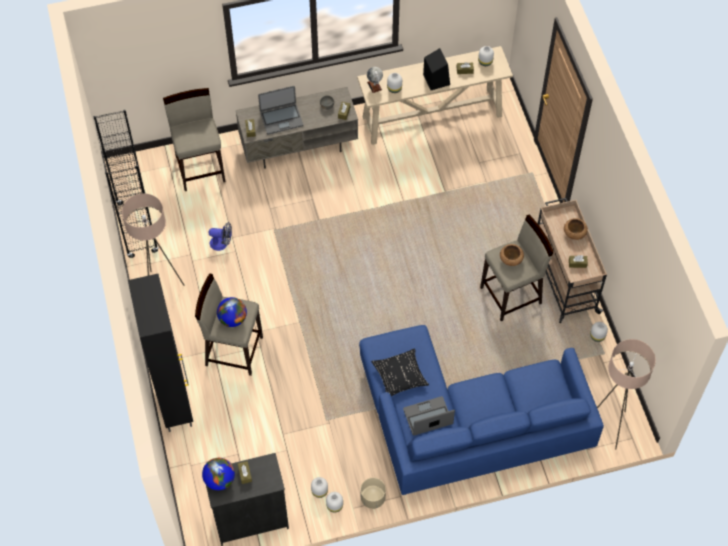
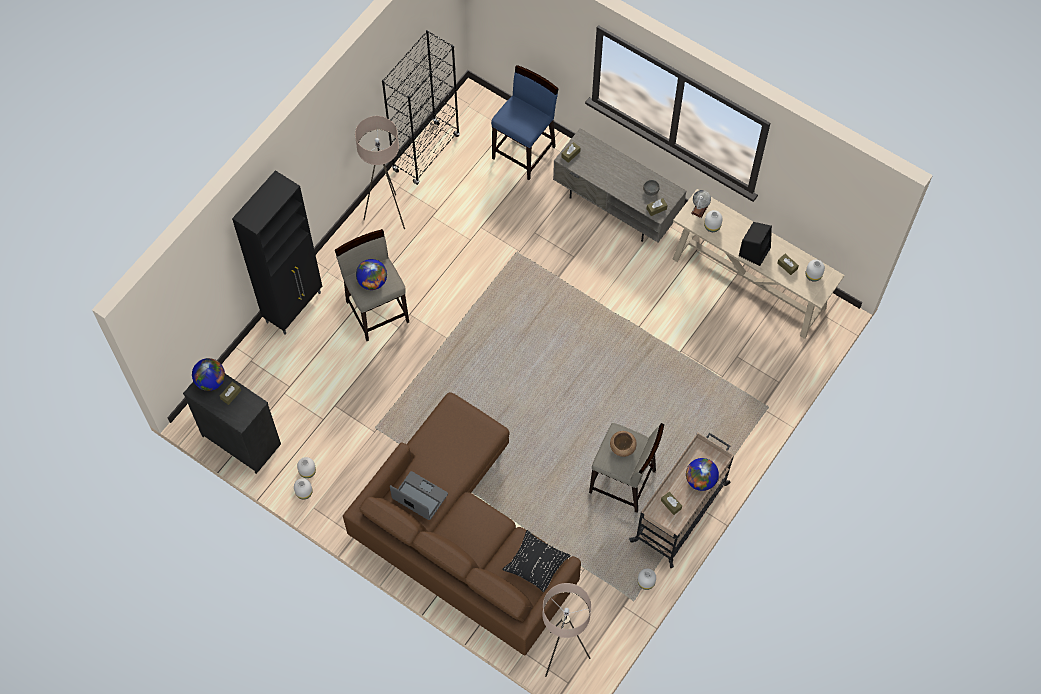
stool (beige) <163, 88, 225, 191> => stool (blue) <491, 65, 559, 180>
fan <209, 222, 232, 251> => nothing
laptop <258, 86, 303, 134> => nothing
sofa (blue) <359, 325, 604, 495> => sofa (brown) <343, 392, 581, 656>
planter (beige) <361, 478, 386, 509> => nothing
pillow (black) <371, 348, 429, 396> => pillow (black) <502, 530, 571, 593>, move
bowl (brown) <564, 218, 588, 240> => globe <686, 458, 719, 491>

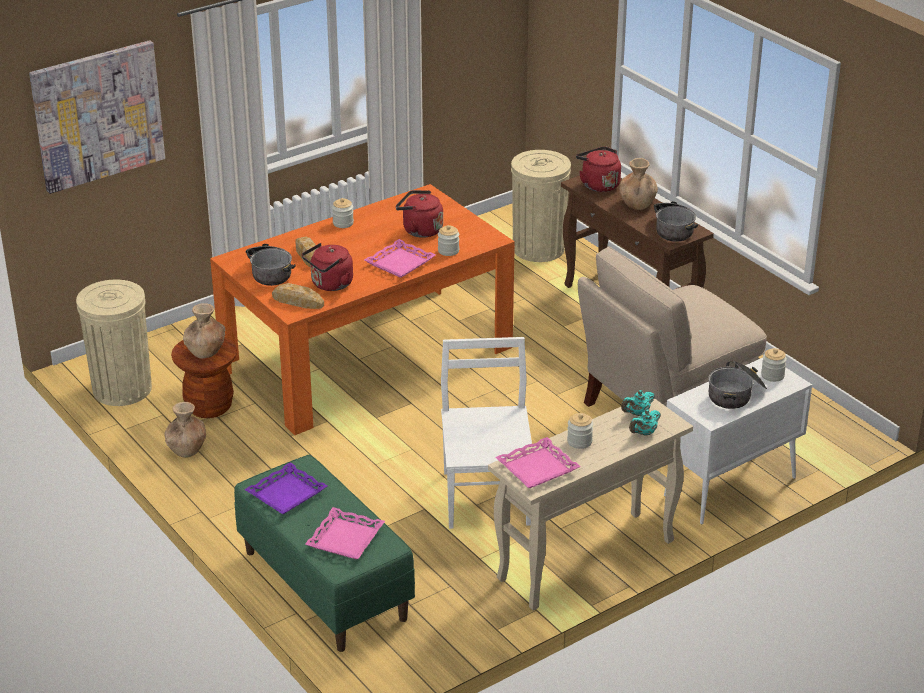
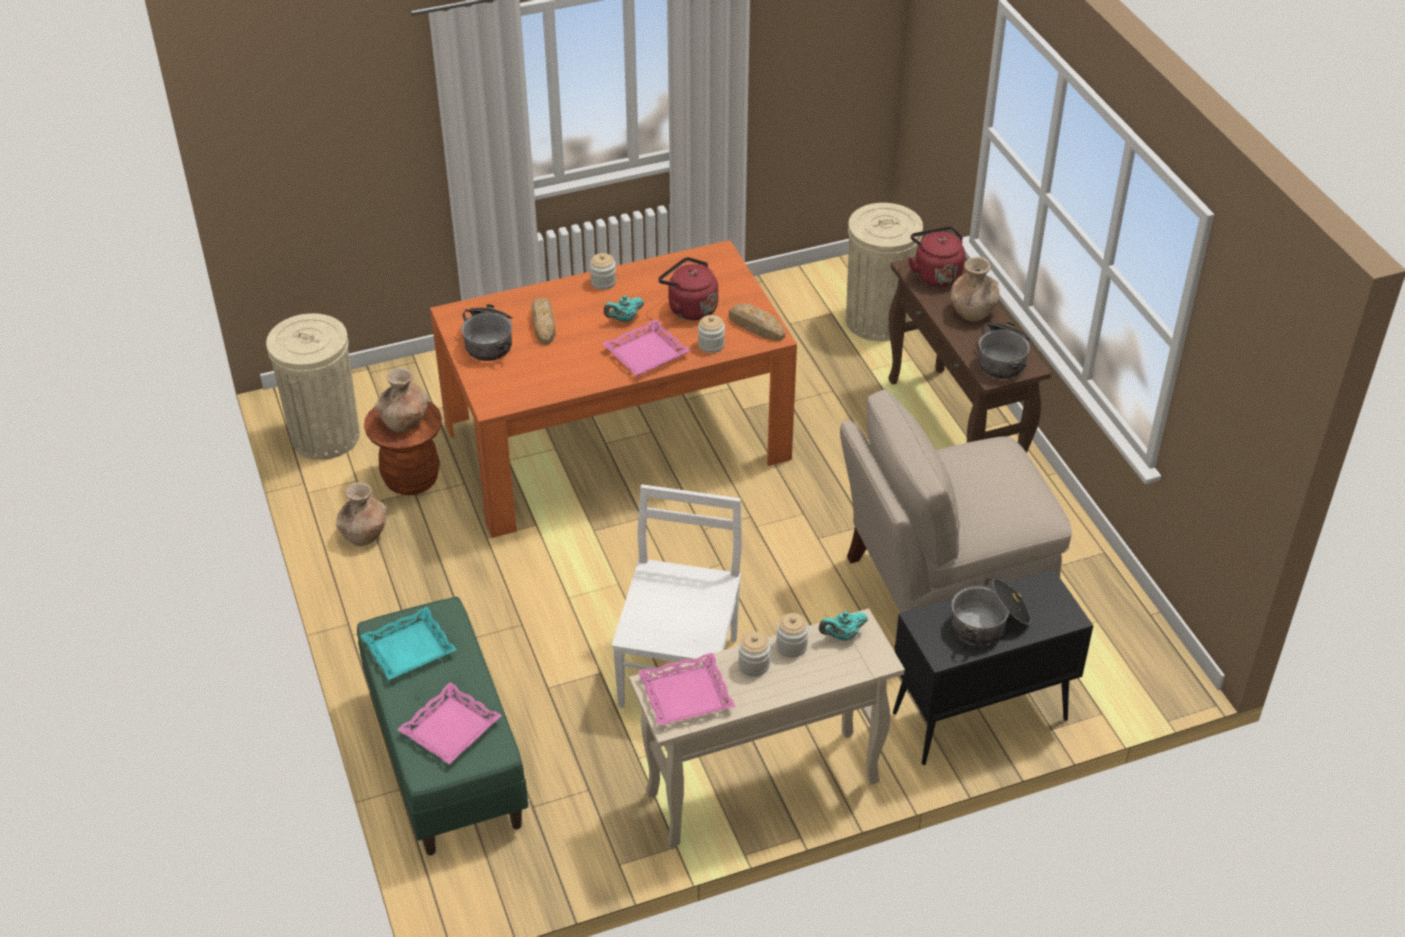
picture <29, 40, 165, 194> => nothing
tray (purple) <244, 462, 327, 514> => tray (turquoise) <360, 607, 456, 680>
bread <272, 283, 324, 309> => bread <729, 304, 785, 341>, move
kettle (red) <302, 243, 353, 291> => nothing
teapot (turquoise) <629, 410, 661, 436> => teapot (turquoise) <604, 296, 644, 322>, move
cabinet (white) <664, 358, 812, 525> => cabinet (black) <893, 569, 1094, 765>
jar <761, 348, 787, 382> => jar <776, 613, 809, 657>, move

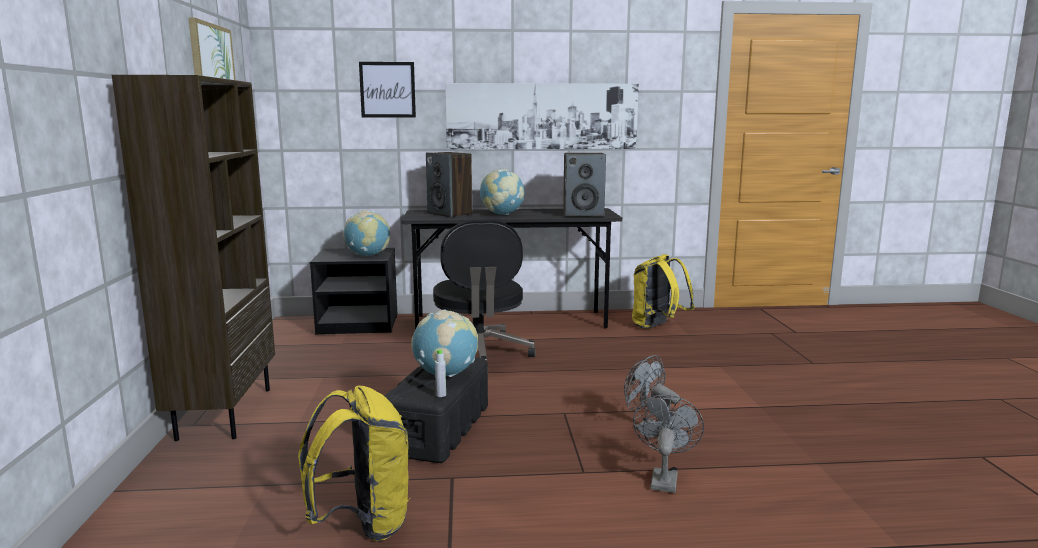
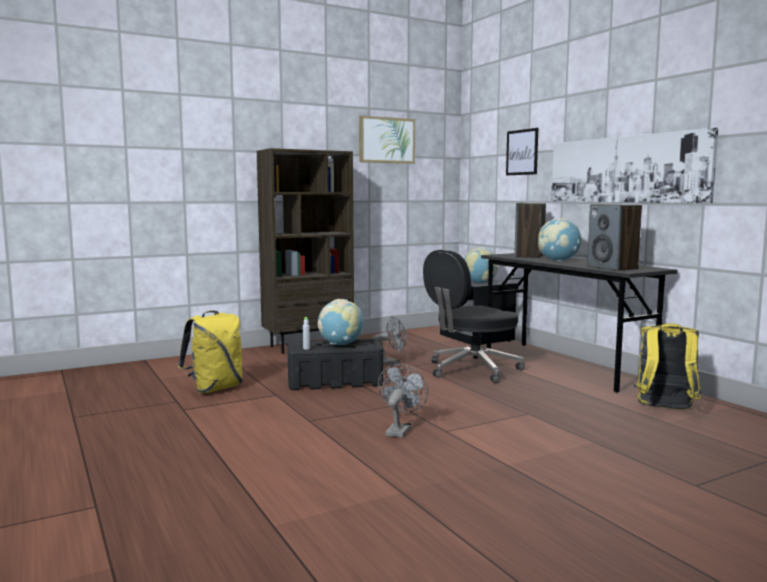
fan (grey) <633, 395, 704, 493> => fan (grey) <372, 316, 406, 365>, move

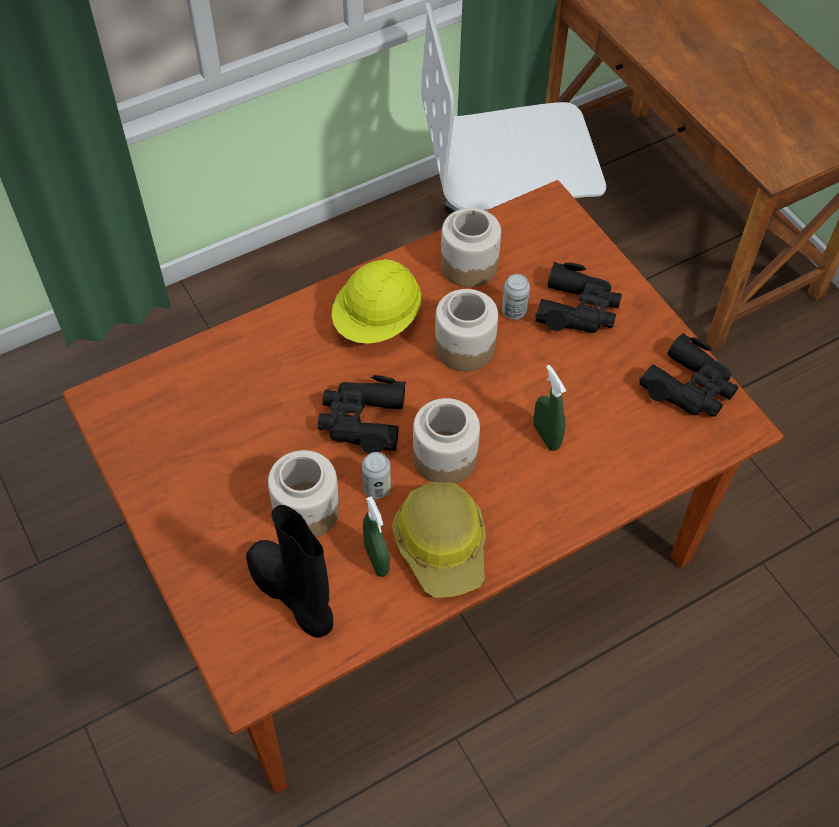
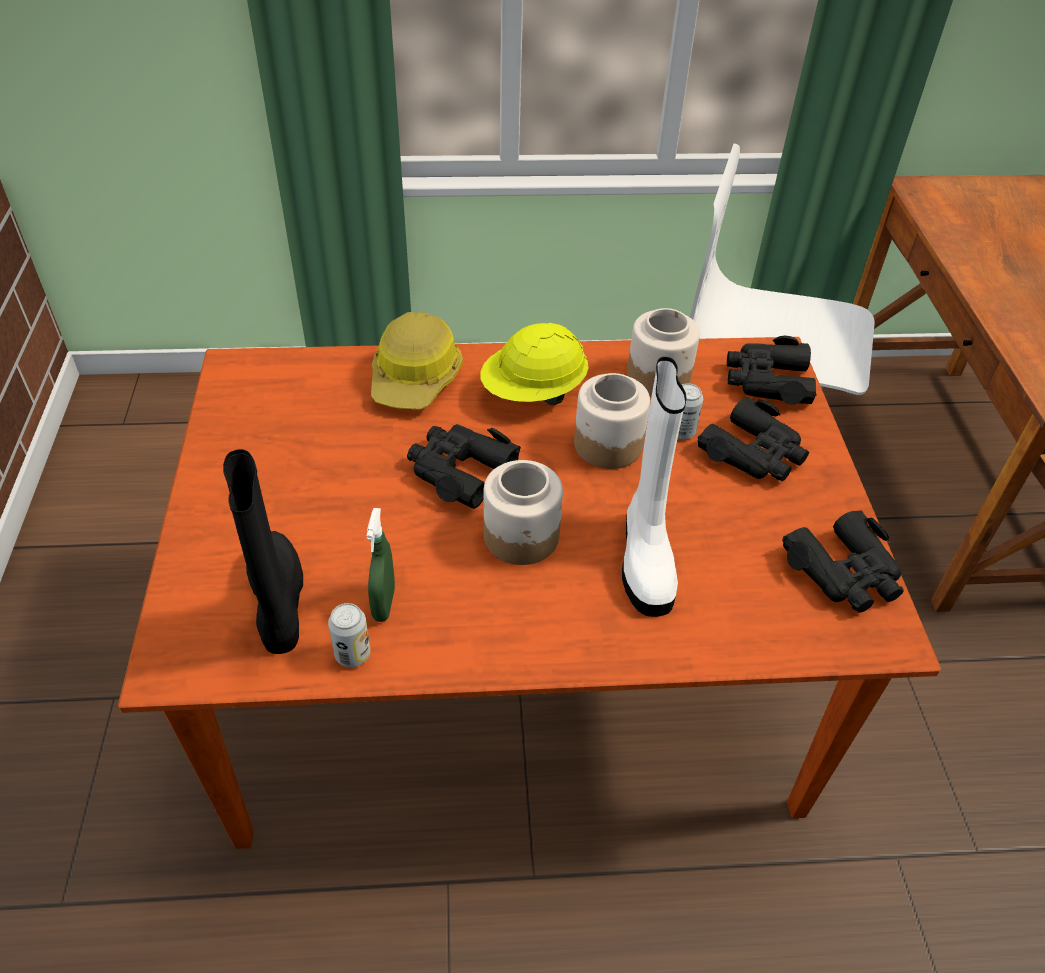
jar <268, 450, 340, 537> => nothing
can <362, 452, 391, 499> => can <328, 603, 371, 667>, move
hard hat <392, 482, 486, 598> => hard hat <371, 312, 463, 410>, move
spray bottle (green) <534, 365, 566, 451> => boot (white) <622, 357, 687, 617>
nothing => binoculars (black) <727, 336, 817, 405>

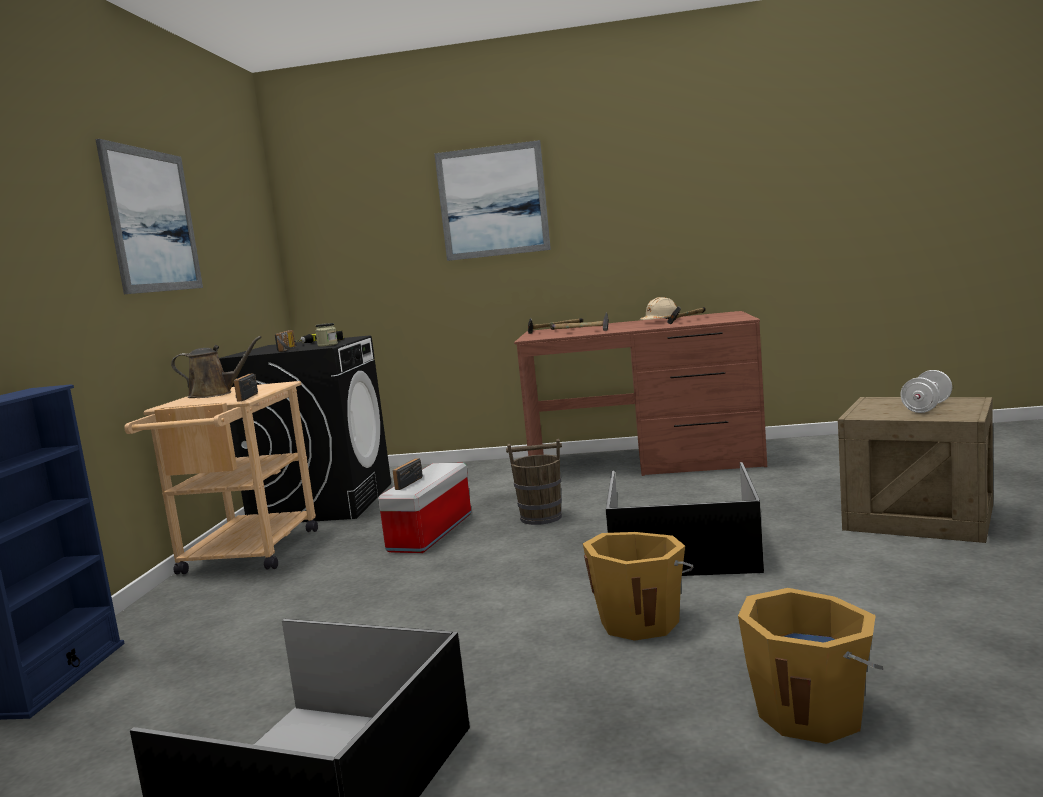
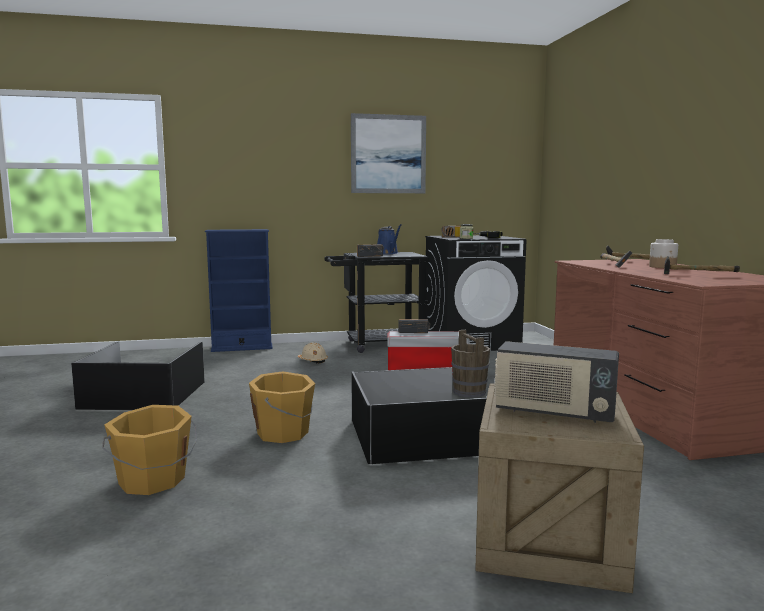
cart (beige) <124, 381, 318, 575> => cart (black) <324, 252, 429, 353>
watering can (brown) <171, 336, 262, 398> => watering can (blue) <377, 224, 401, 254>
picture <434, 140, 551, 261> => nothing
hard hat (beige) <640, 297, 677, 320> => hard hat (beige) <298, 343, 328, 363>, move
dumbbell (white) <900, 370, 952, 413> => radio <494, 341, 619, 423>
nothing => jar <649, 239, 678, 268>

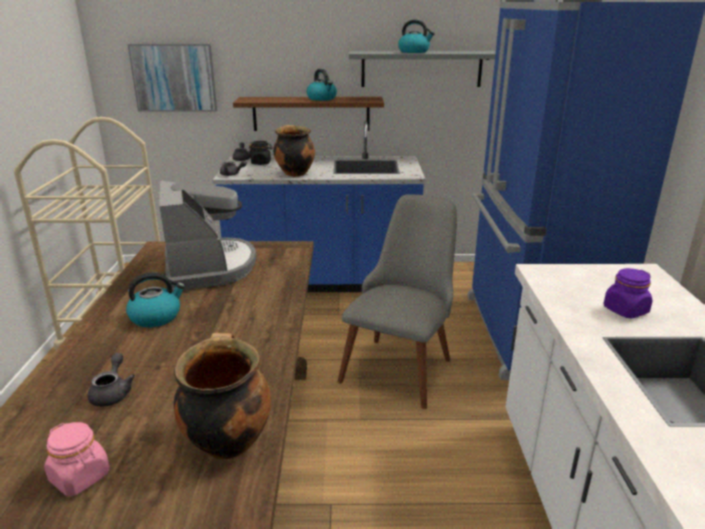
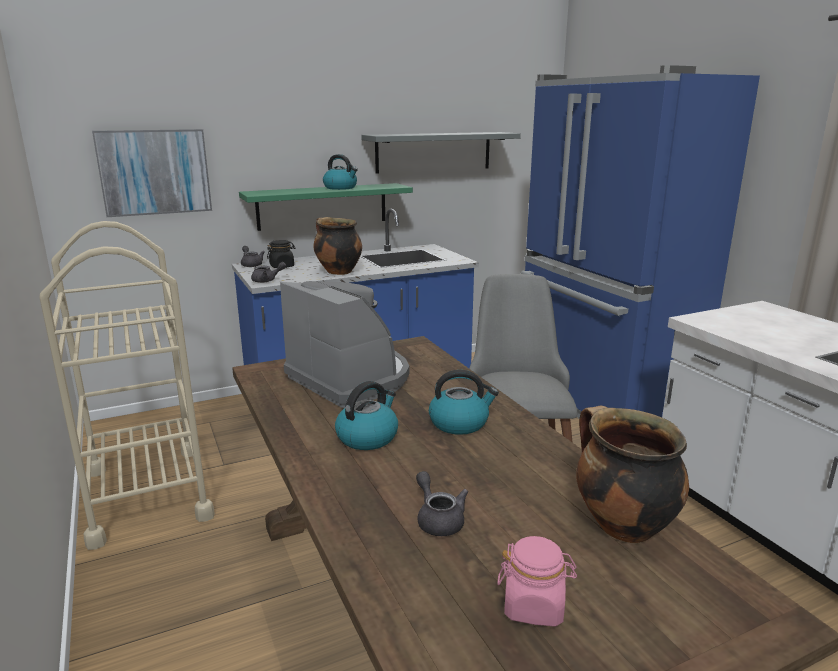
shelf (brown) <233, 97, 384, 131> => shelf (green) <239, 183, 413, 231>
kettle <398, 20, 435, 53> => kettle <429, 370, 499, 435>, move
jar (purple) <604, 268, 652, 319> => nothing

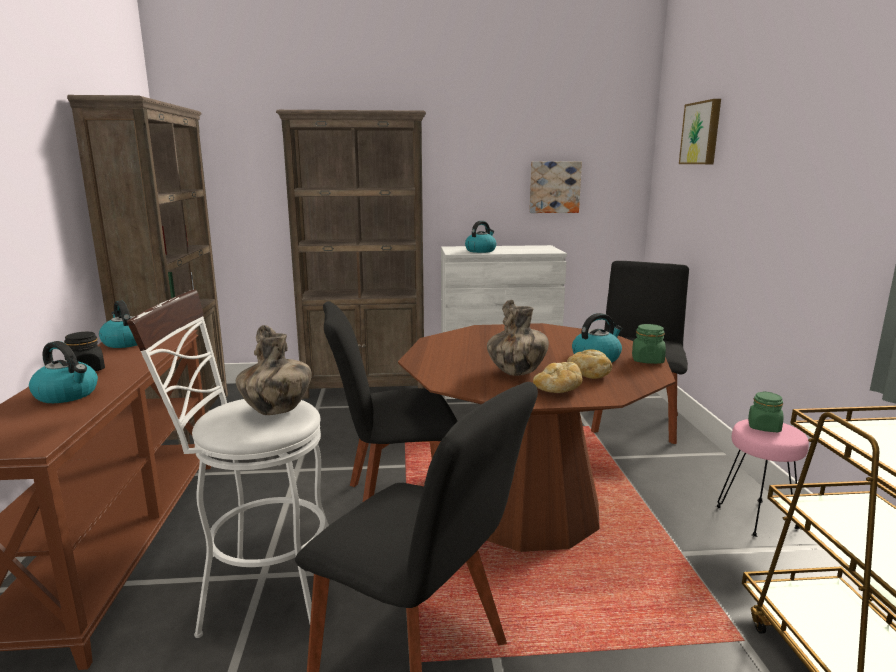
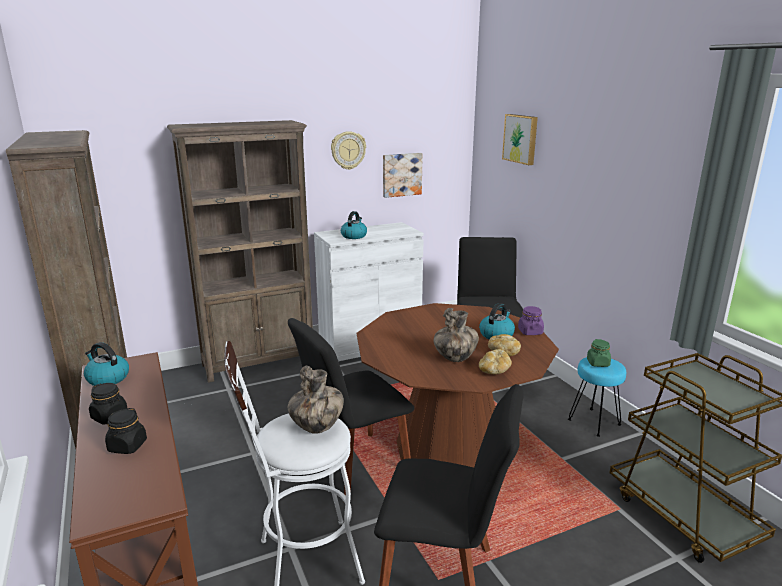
kettle <29, 341, 98, 403> => jar (black) <105, 408, 147, 454>
jar (green) <632, 324, 666, 364> => jar (purple) <518, 306, 544, 335>
stool (pink) <716, 419, 809, 537> => stool (turquoise) <568, 357, 626, 437>
nothing => wall clock <331, 131, 366, 170>

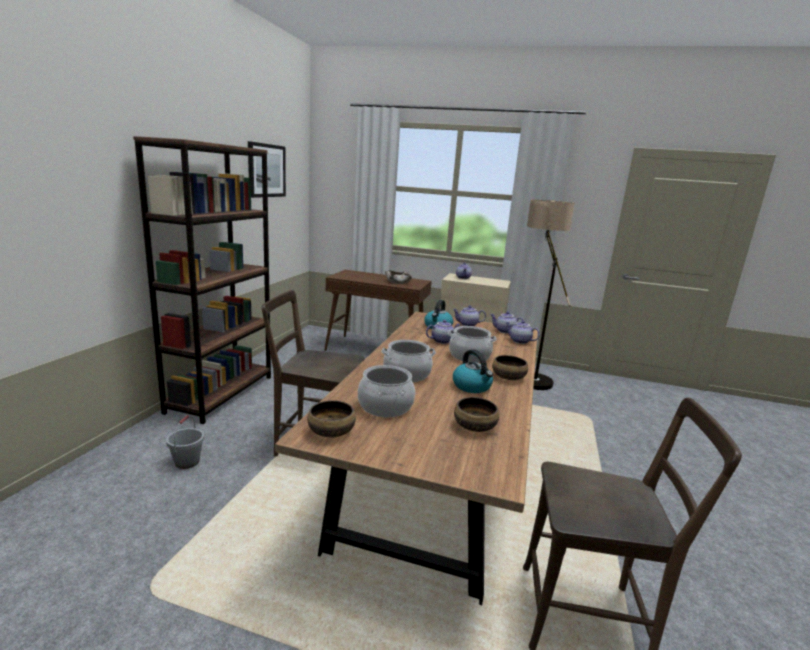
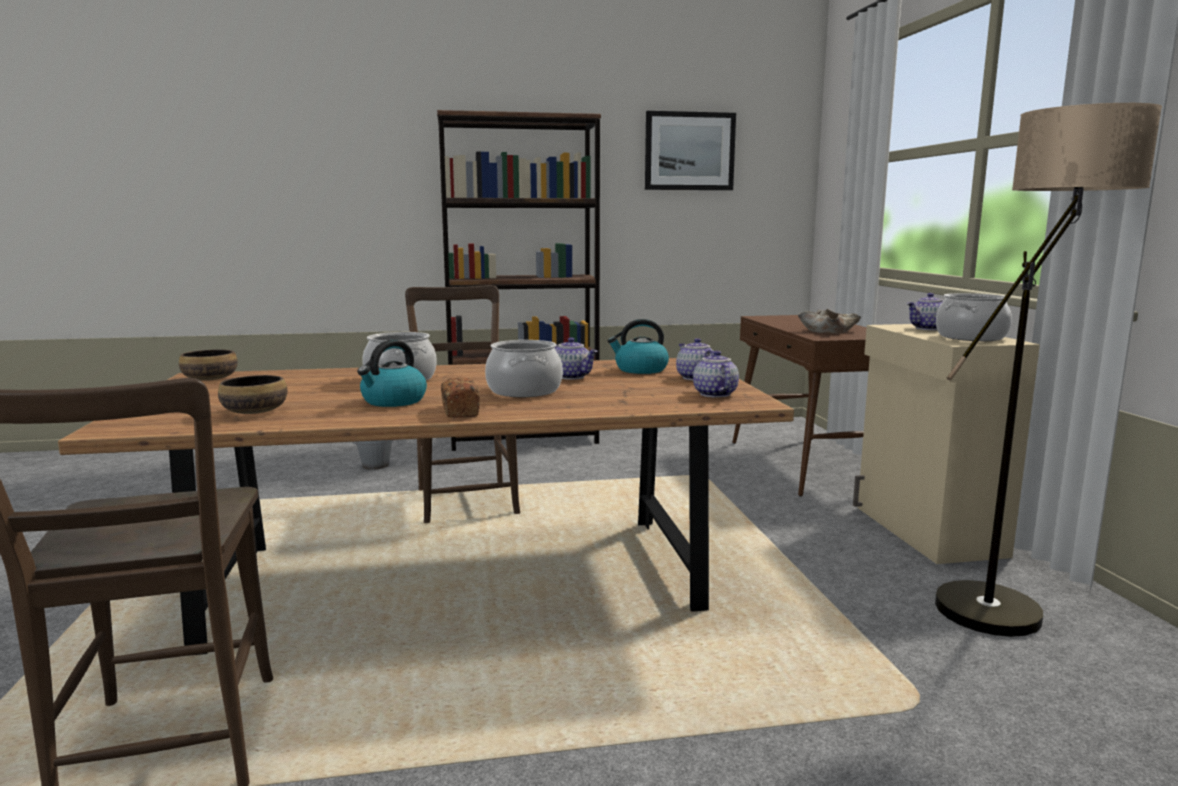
cooking pot <358, 365, 415, 417> => cooking pot <936, 293, 1012, 341>, move
bowl <492, 355, 528, 380> => bread <441, 377, 480, 418>
teapot <506, 321, 540, 344> => nothing

